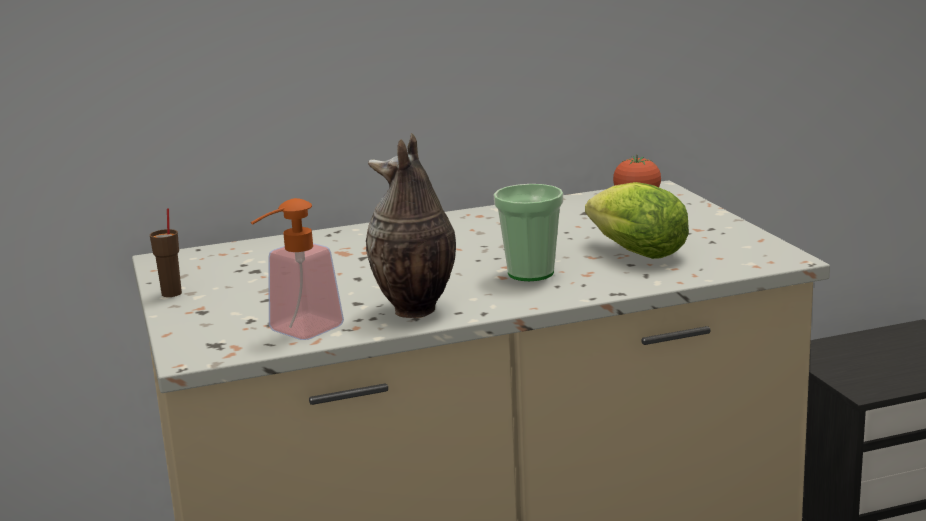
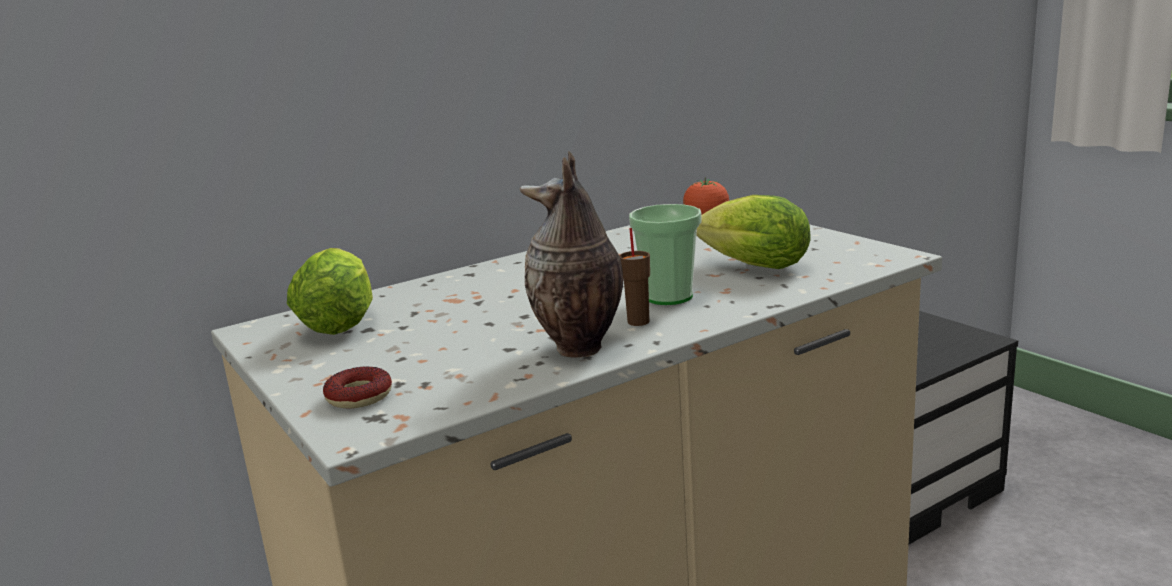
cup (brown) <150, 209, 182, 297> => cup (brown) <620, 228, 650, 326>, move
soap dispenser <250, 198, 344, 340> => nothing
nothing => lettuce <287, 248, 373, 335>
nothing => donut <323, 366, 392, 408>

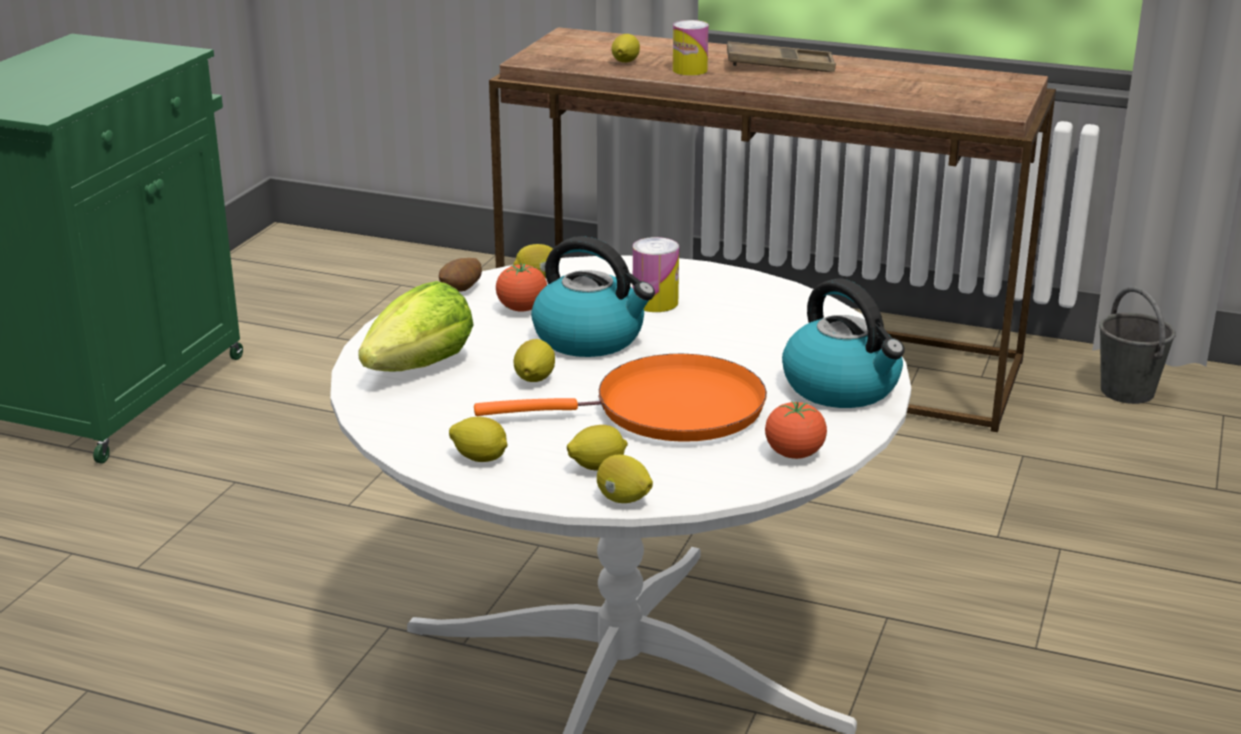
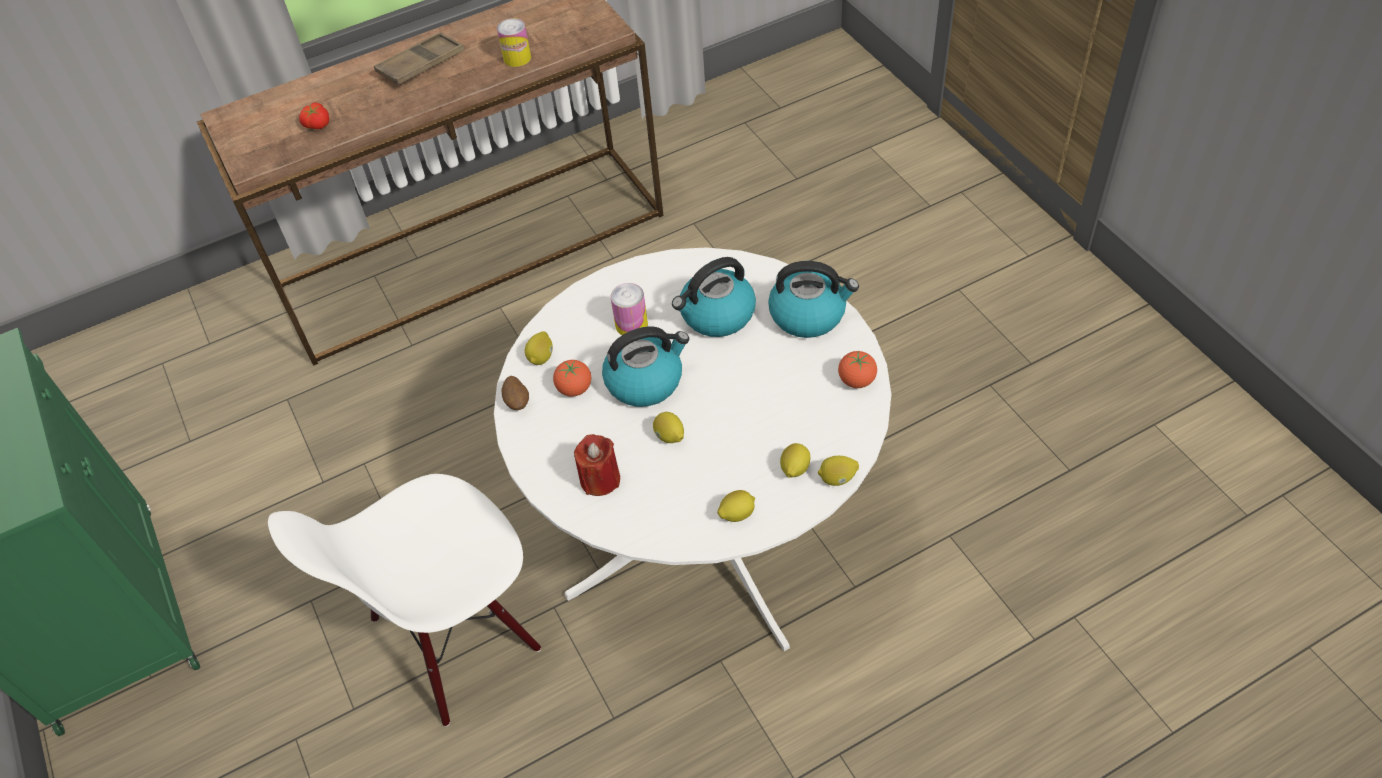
lettuce <358, 281, 474, 371> => candle (red) <574, 434, 620, 496>
frying pan (orange) <474, 354, 767, 442> => nothing
lemon <612, 34, 640, 63> => tomato <299, 103, 329, 129>
can <673, 20, 709, 76> => can <497, 18, 531, 67>, move
bucket (grey) <1099, 286, 1176, 404> => nothing
nothing => chair (white) <268, 474, 541, 727>
nothing => kettle <672, 257, 756, 337>

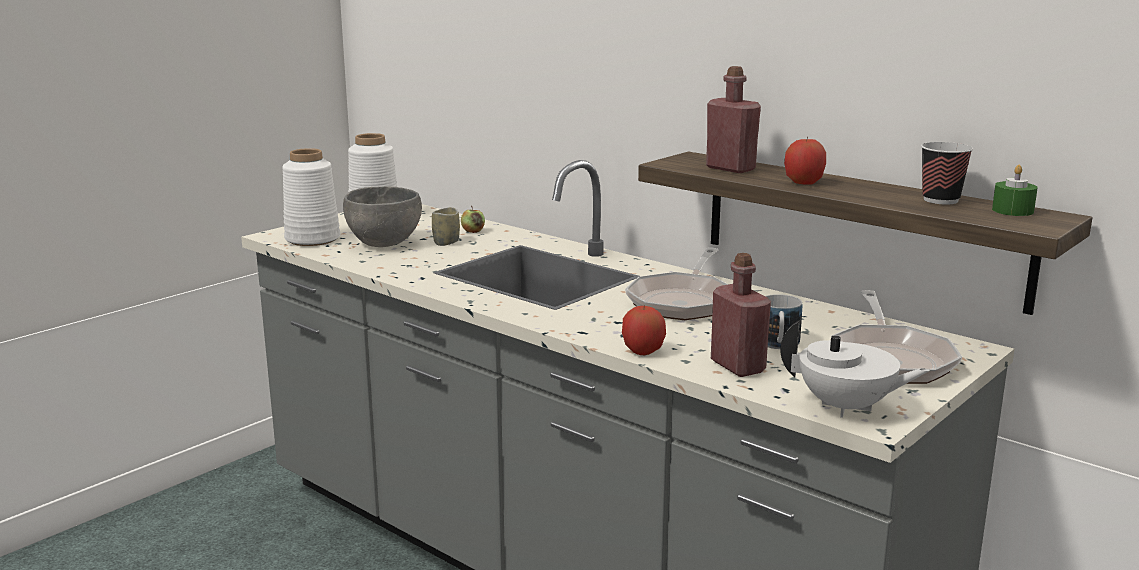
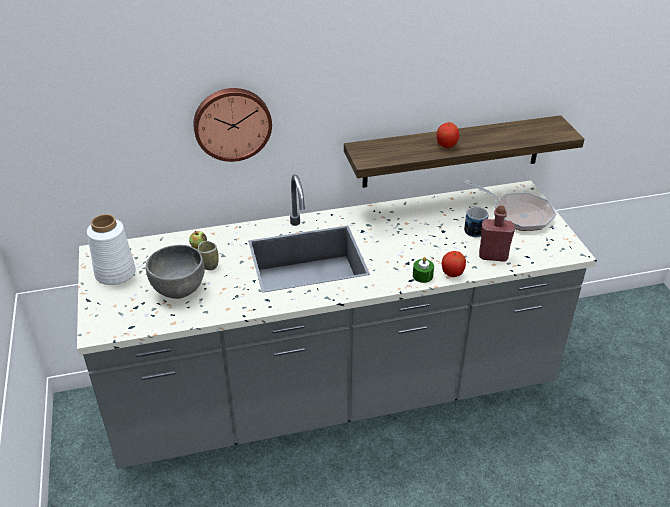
vase (white) <282, 148, 340, 246> => nothing
frying pan <625, 247, 728, 320> => nothing
bottle (red) <706, 66, 761, 173> => nothing
teapot (white) <780, 320, 930, 418> => nothing
cup <921, 142, 973, 204> => nothing
candle (green) <992, 165, 1038, 216> => candle (green) <413, 257, 434, 283>, move
nothing => wall clock <193, 88, 272, 162>

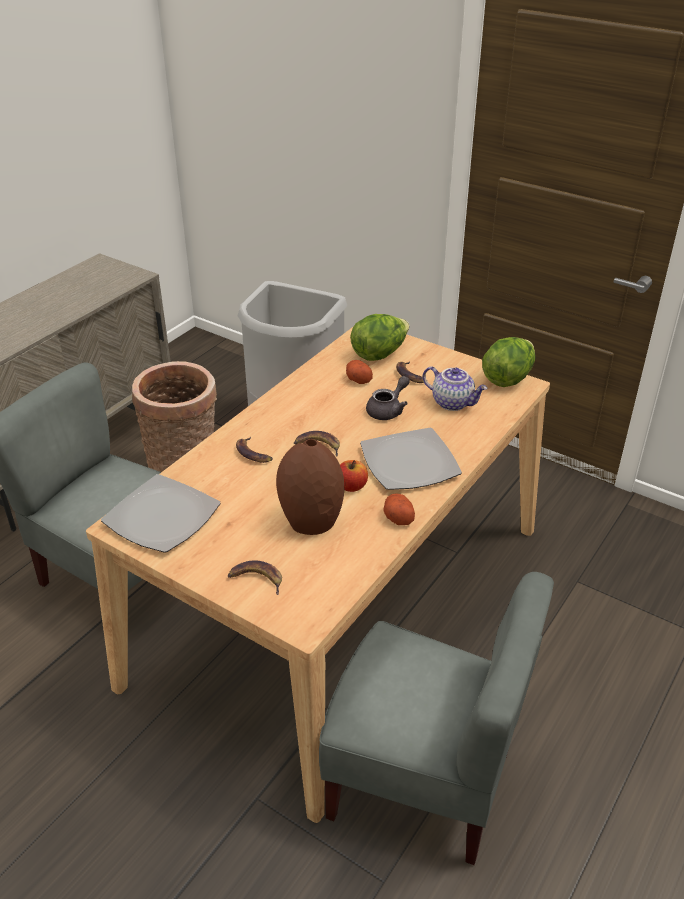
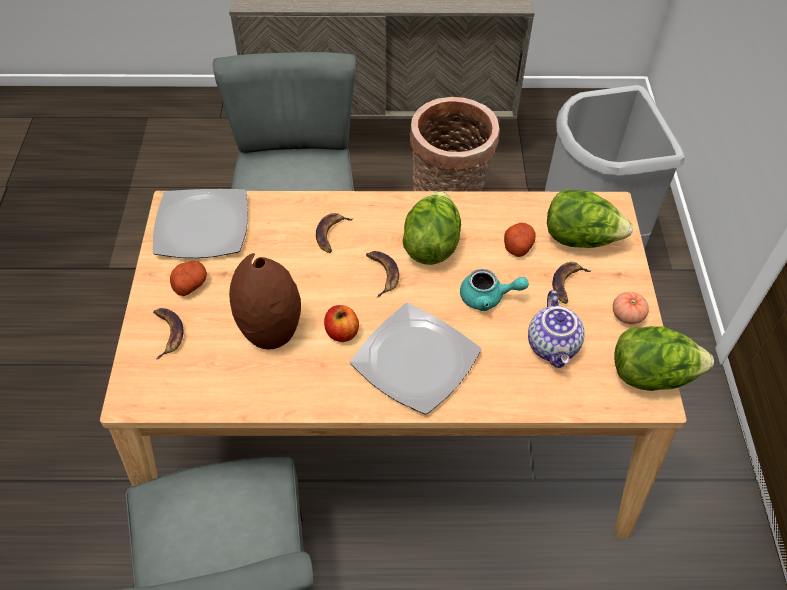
teapot (grey) <366, 376, 410, 420> => teapot (turquoise) <460, 269, 529, 311>
potato <383, 494, 415, 525> => potato <170, 261, 207, 296>, move
nothing => lettuce <402, 191, 461, 265>
nothing => tomato <613, 292, 649, 324>

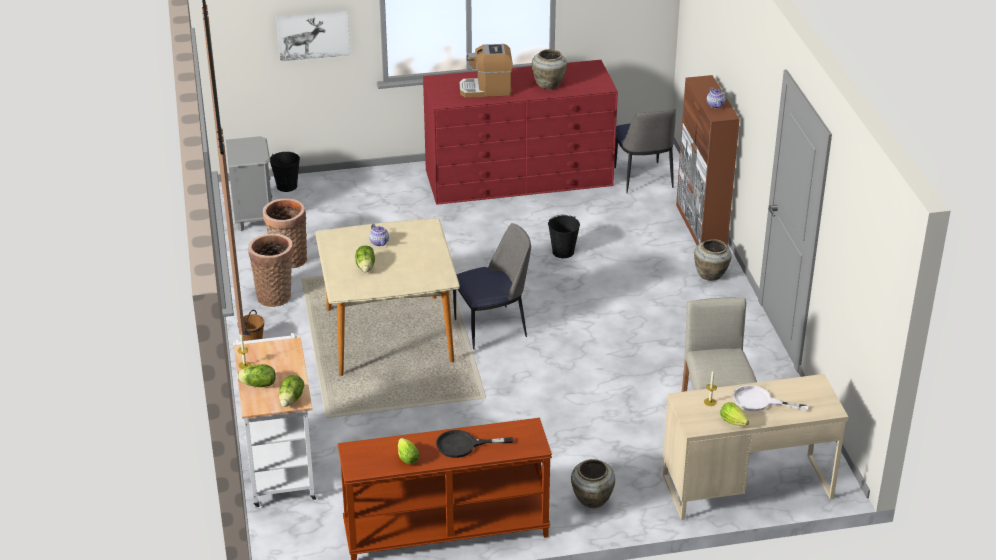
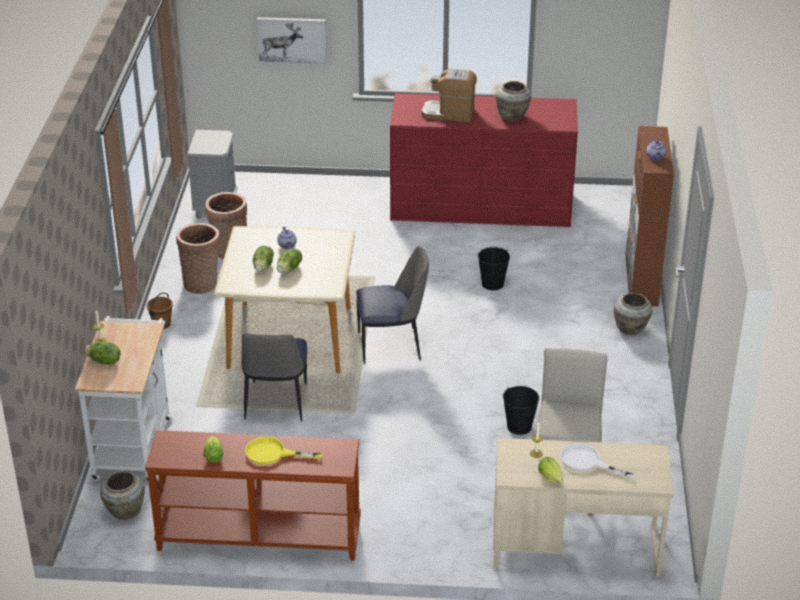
bucket (black) <270, 152, 300, 192> => bucket (black) <503, 386, 539, 435>, move
lettuce <279, 375, 304, 407> => lettuce <277, 248, 302, 273>, move
frying pan (black) <436, 430, 514, 458> => frying pan (yellow) <245, 437, 322, 464>
vase (beige) <571, 459, 615, 508> => vase (beige) <100, 471, 145, 520>, move
chair <614, 109, 676, 193> => chair <241, 333, 307, 422>, move

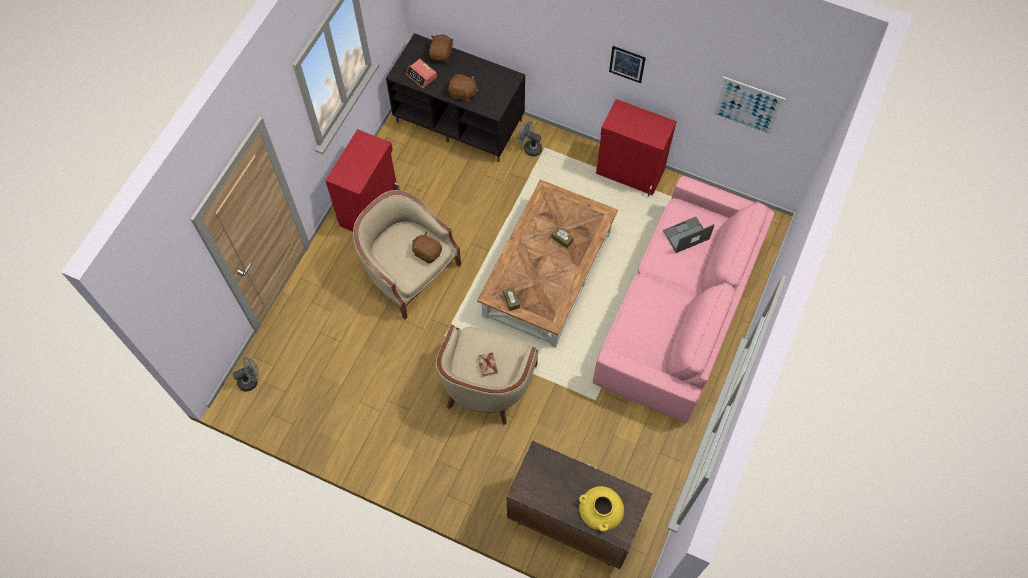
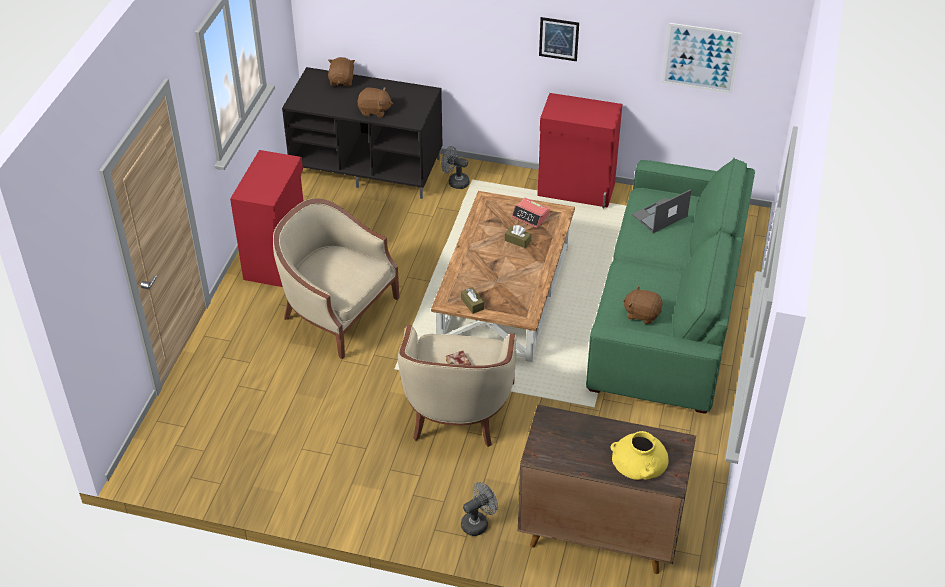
fan (grey) <233, 357, 259, 391> => fan (grey) <461, 482, 498, 536>, move
alarm clock <406, 59, 437, 88> => alarm clock <511, 198, 550, 228>, move
plush toy (brown) <412, 232, 442, 264> => plush toy (brown) <623, 286, 663, 324>, move
sofa (pink) <593, 176, 774, 423> => sofa (green) <586, 158, 755, 414>

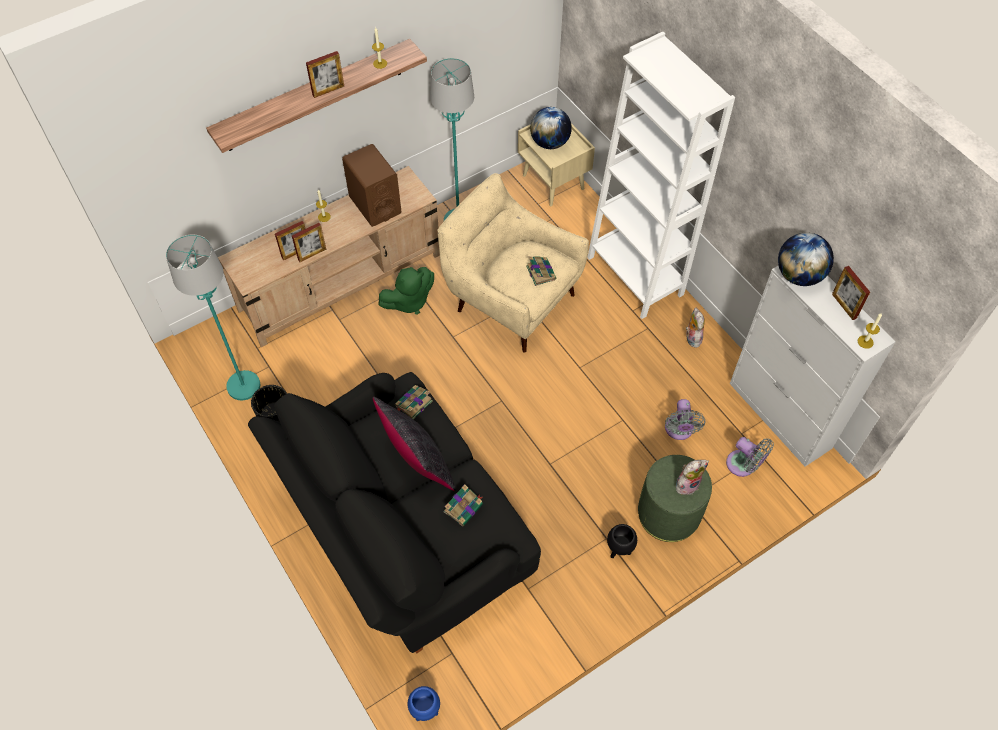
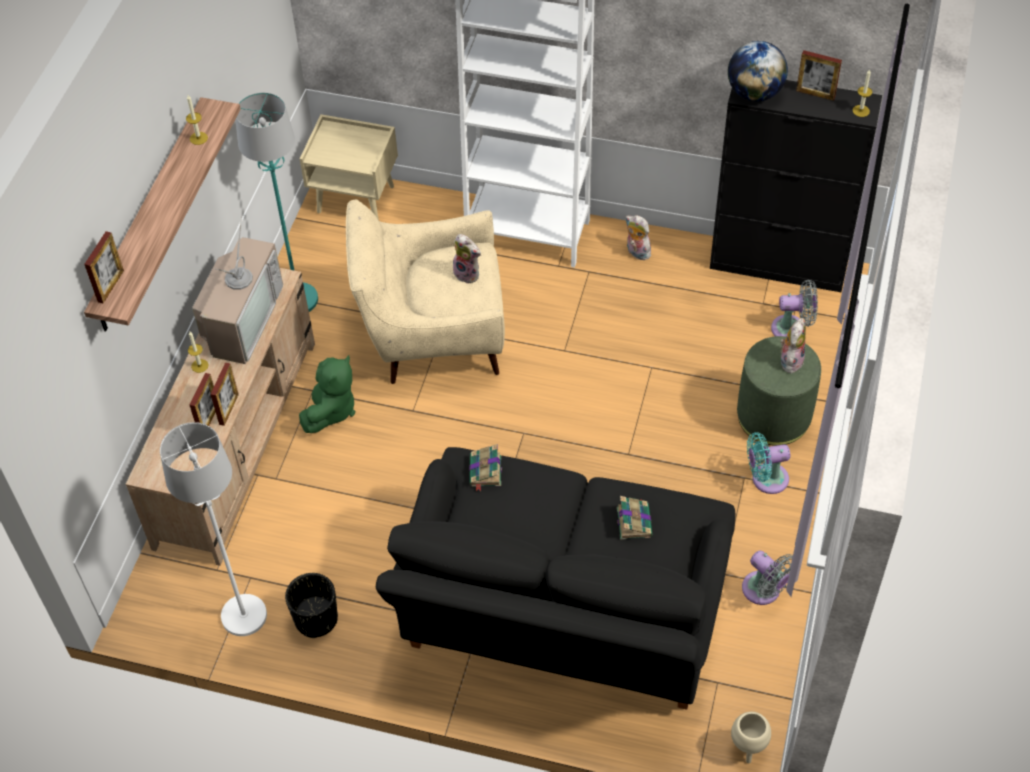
floor lamp (turquoise) <166, 235, 260, 400> => floor lamp (white) <160, 422, 267, 636>
picture frame <306, 51, 344, 98> => picture frame <84, 231, 124, 303>, move
speaker (brown) <342, 144, 402, 227> => television <192, 216, 283, 364>
pillow (black) <373, 397, 456, 491> => nothing
planter (blue) <408, 686, 440, 721> => planter (beige) <731, 712, 771, 763>
book <526, 256, 556, 286> => plush toy <453, 234, 481, 284>
globe <530, 107, 572, 149> => nothing
planter (black) <607, 524, 637, 558> => fan (turquoise) <747, 432, 790, 494>
fan (grey) <665, 399, 706, 440> => fan (grey) <742, 551, 793, 605>, move
cabinet (white) <730, 265, 896, 467> => cabinet (black) <710, 80, 882, 292>

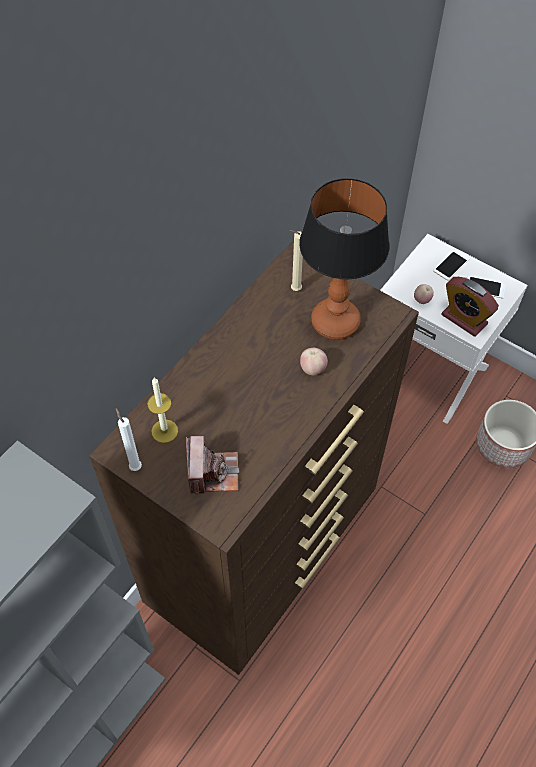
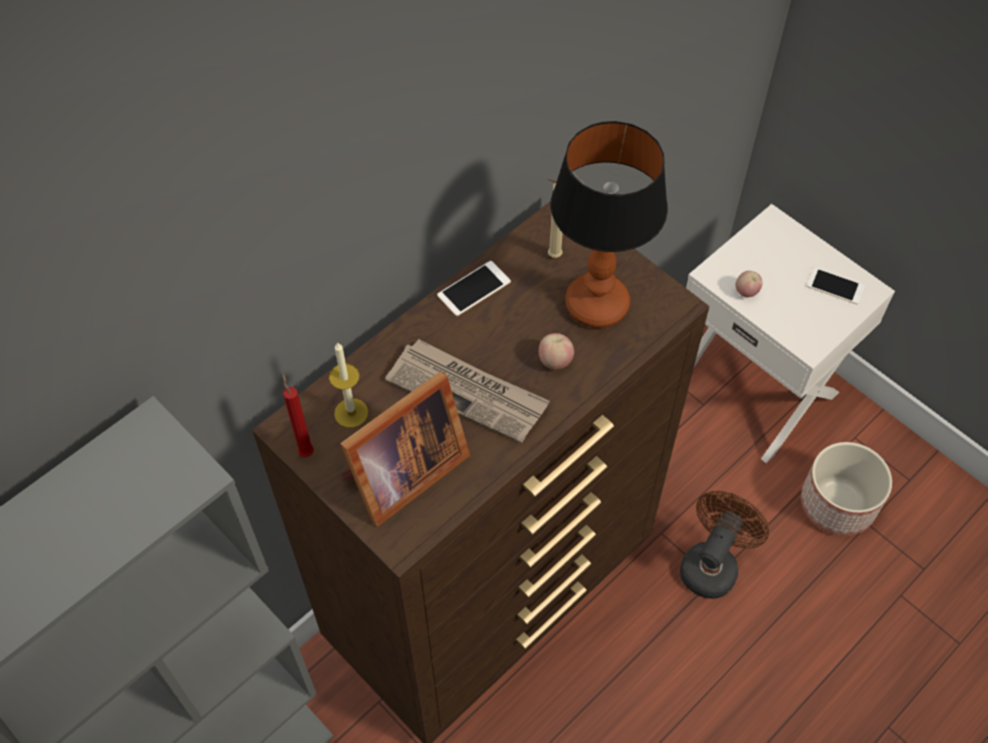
candle (white) <116, 408, 142, 471> => candle (red) <282, 374, 314, 457>
photo camera <186, 436, 239, 496> => picture frame <340, 371, 470, 527>
phone <433, 249, 470, 281> => phone <437, 261, 511, 316>, move
alarm clock <441, 277, 499, 337> => nothing
nothing => newspaper <385, 339, 550, 443>
nothing => fan (brown) <680, 491, 769, 599>

